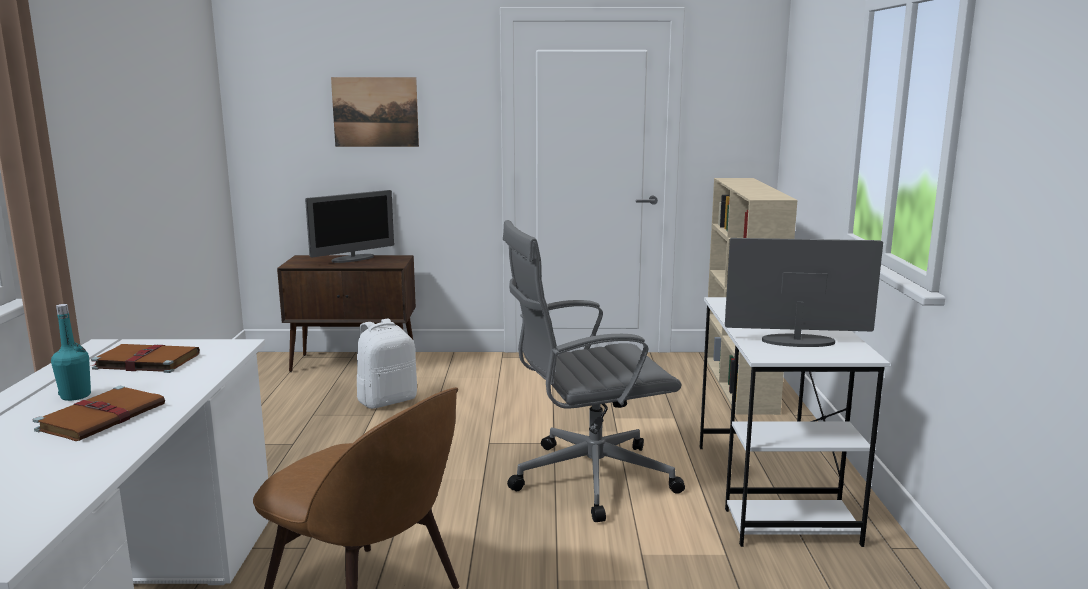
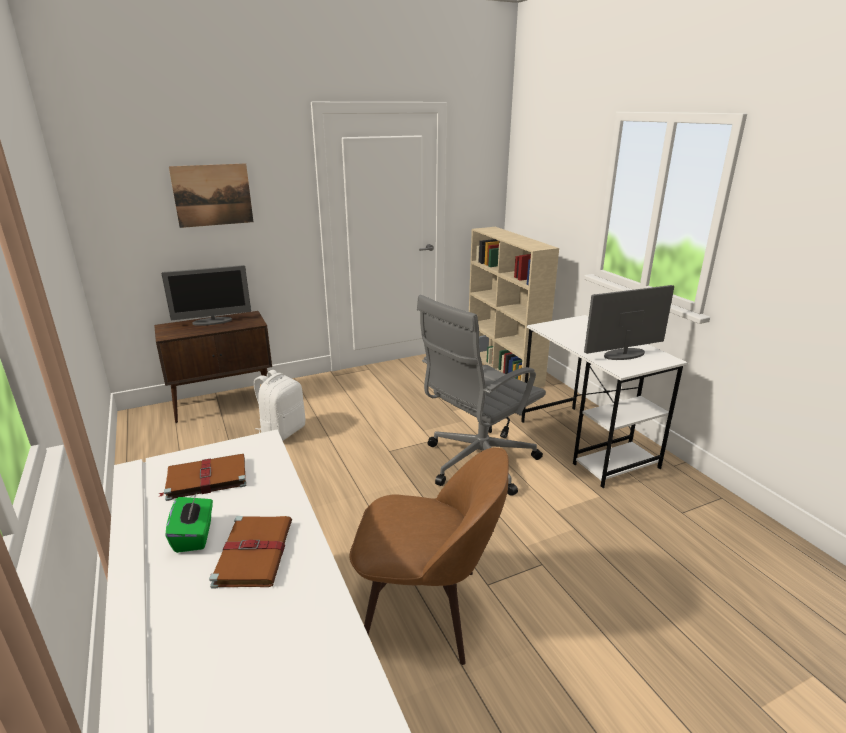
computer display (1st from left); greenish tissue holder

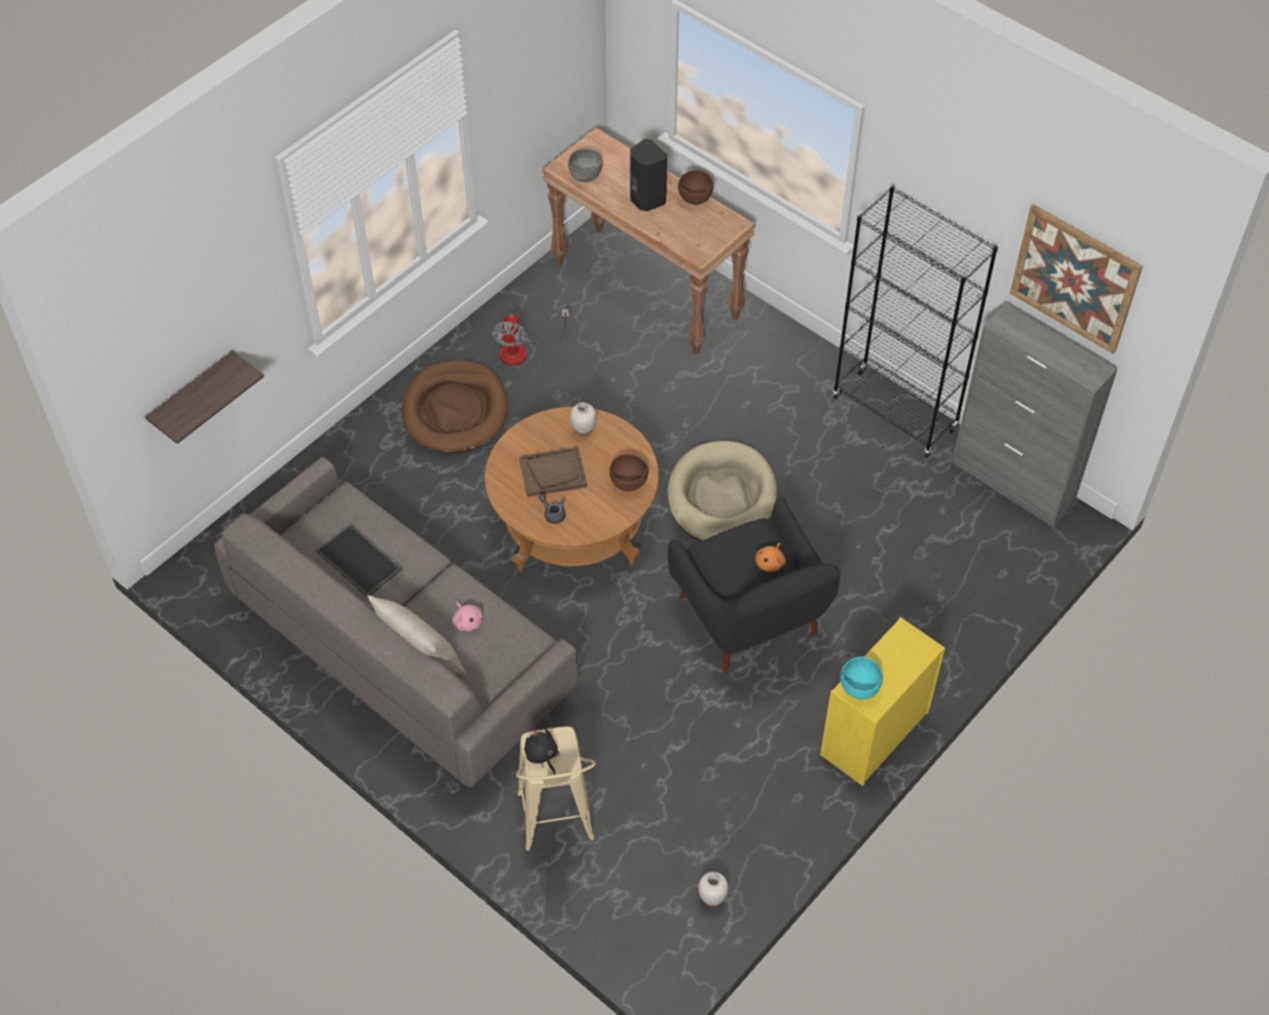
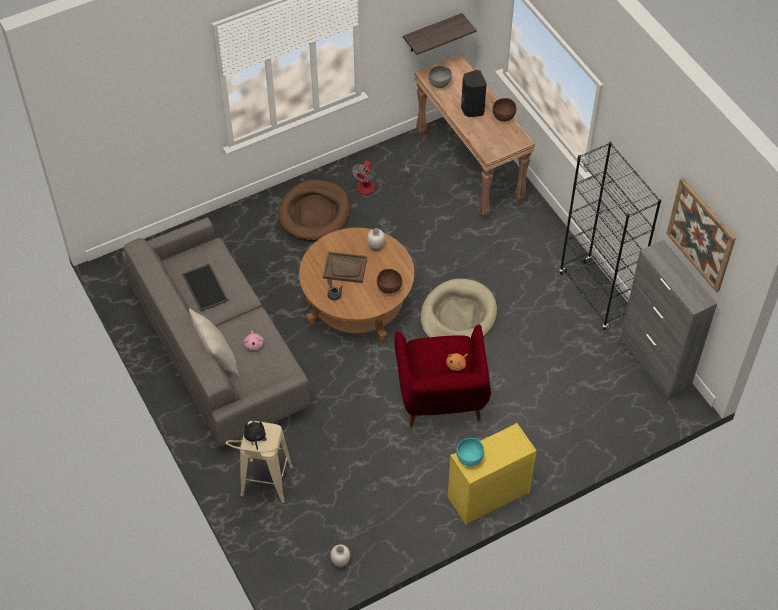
red-coloured armchair; bracket shelf

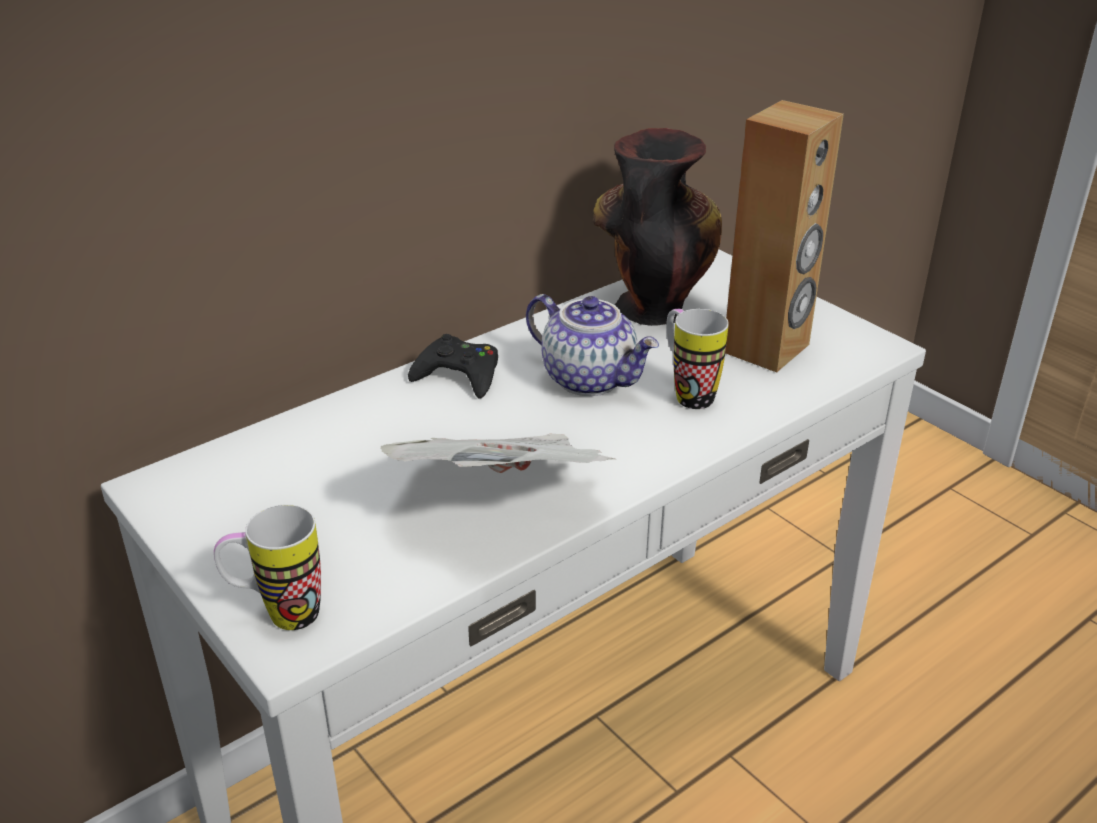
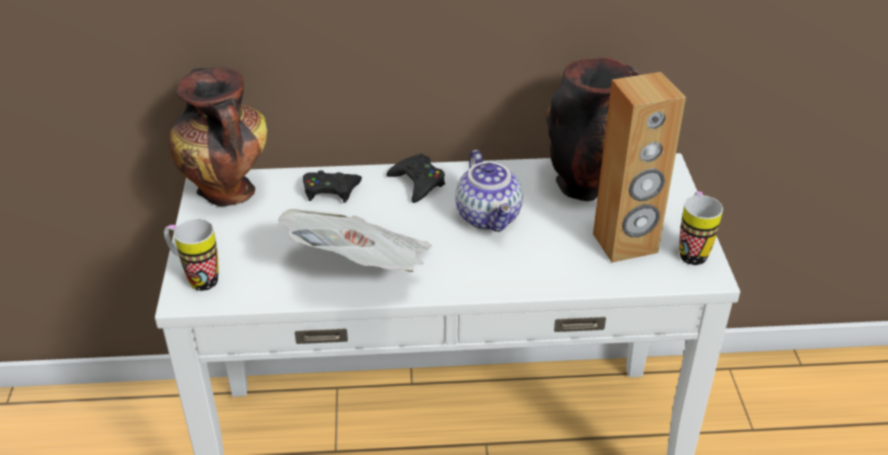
vase (1st from left); black joypad (1st from left); mug (2nd from left)

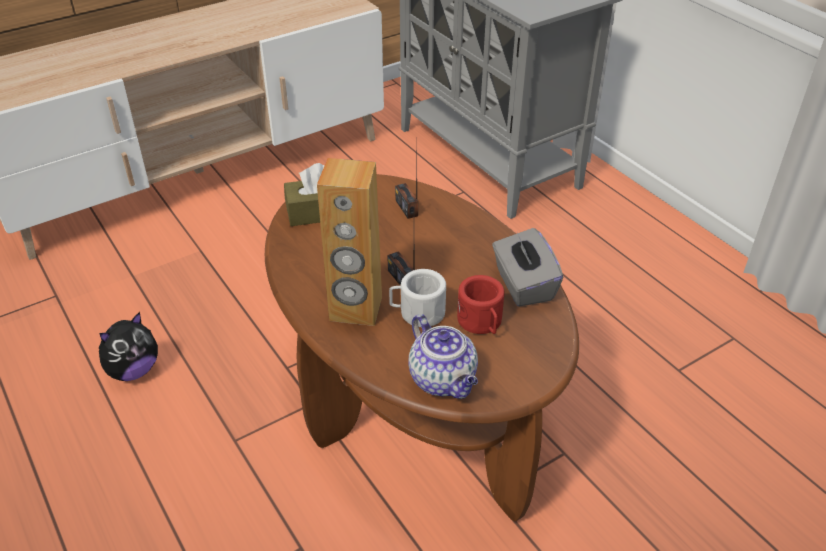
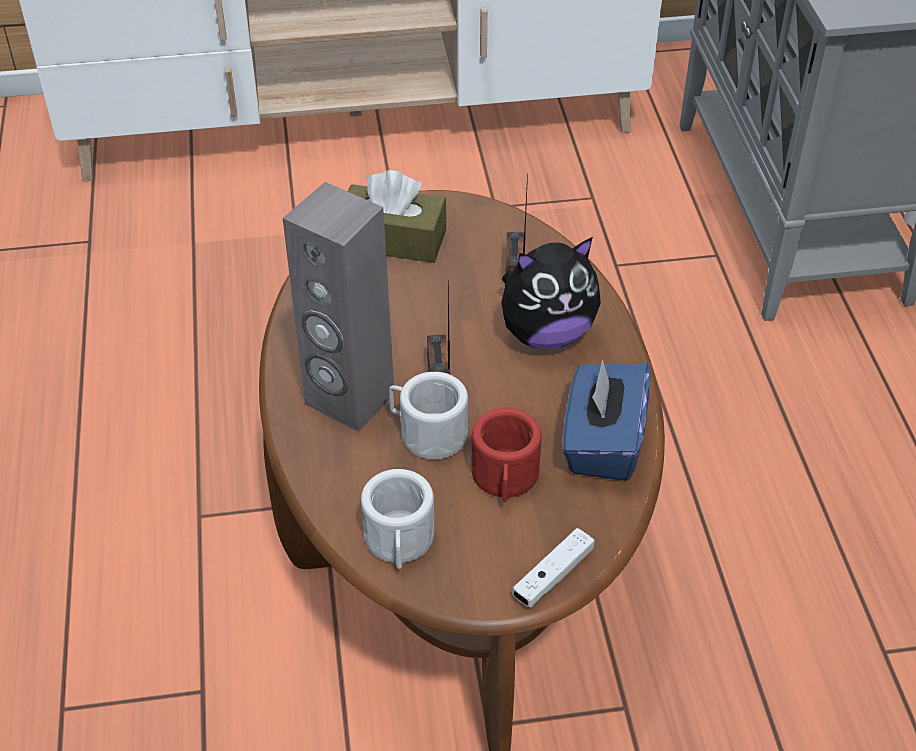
greyish speaker; white mug (1st from left); cuddly toy; white joypad; blue tissue holder

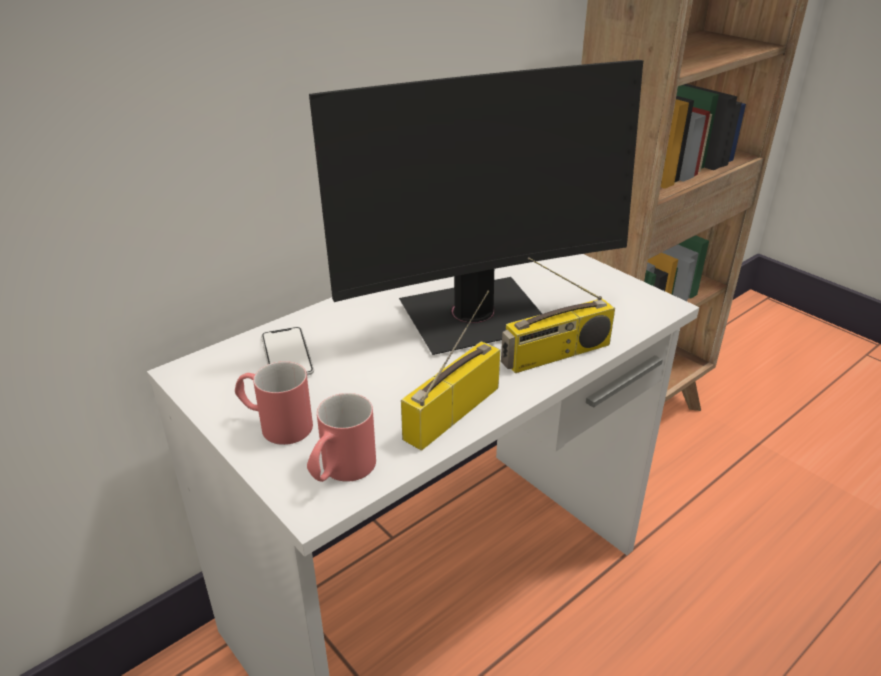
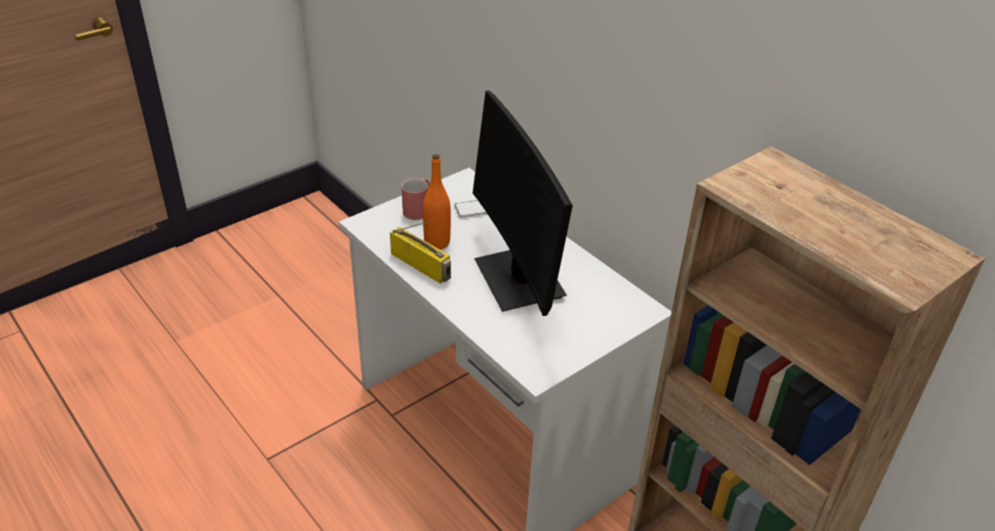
orange-coloured drink bottle; red-coloured mug (2nd from left in the first image); radio set (2nd from left in the first image)

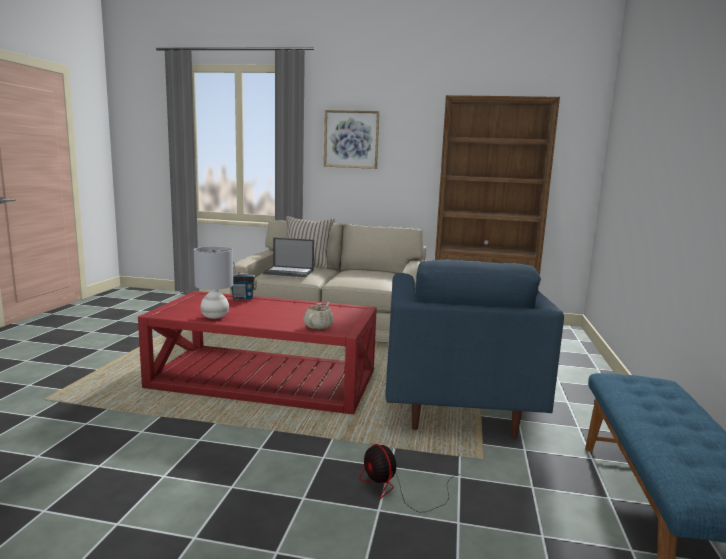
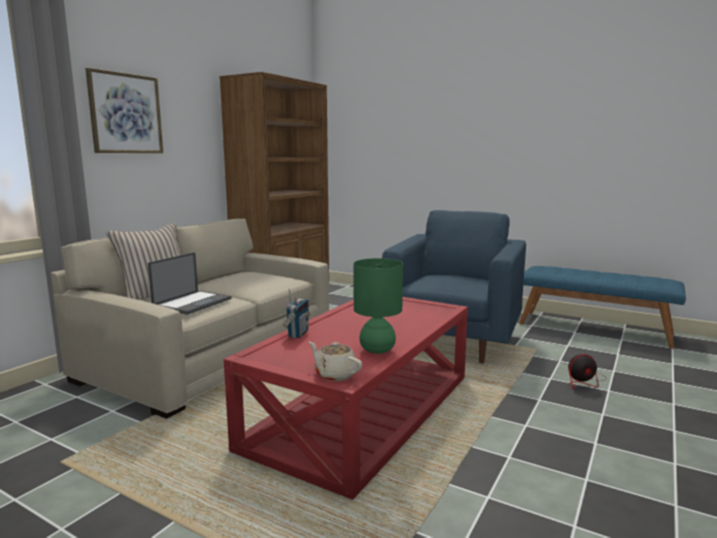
sand-coloured pot for tea; greenish tabletop lamp; blue armchair

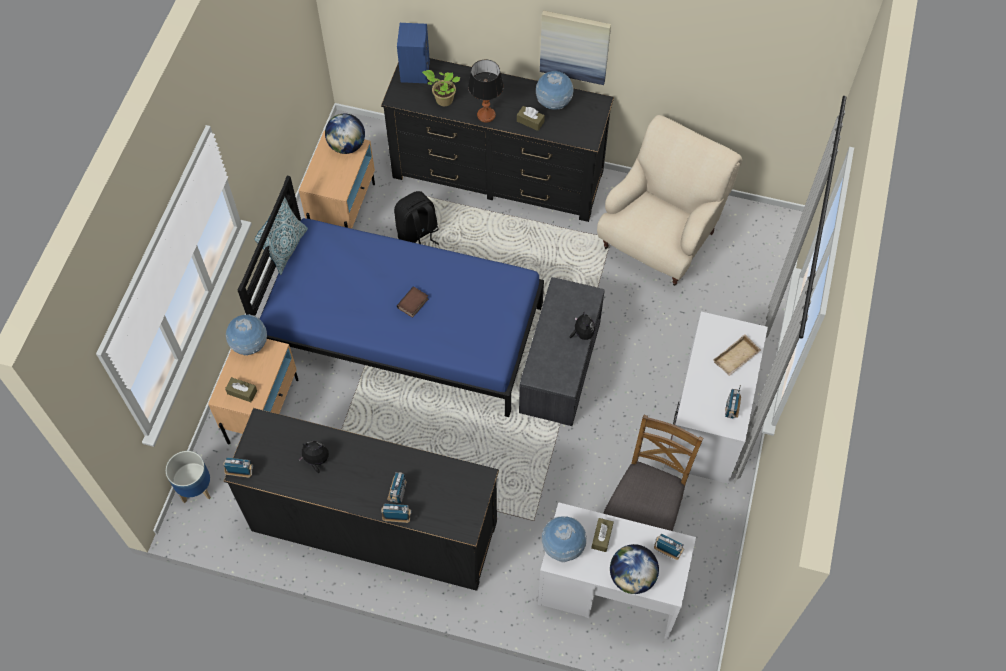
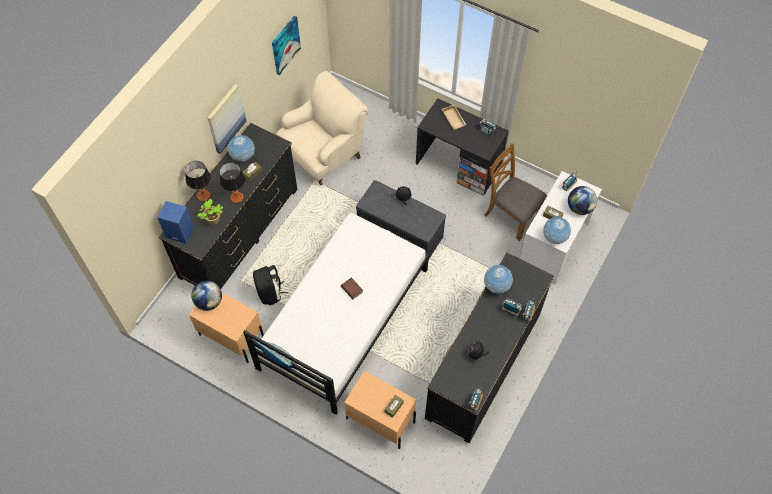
tabletop lamp (1st from left); white sleeping bed; wall art (2nd from left); sand-coloured armchair; black desk table; desk globe (3rd from left); planter

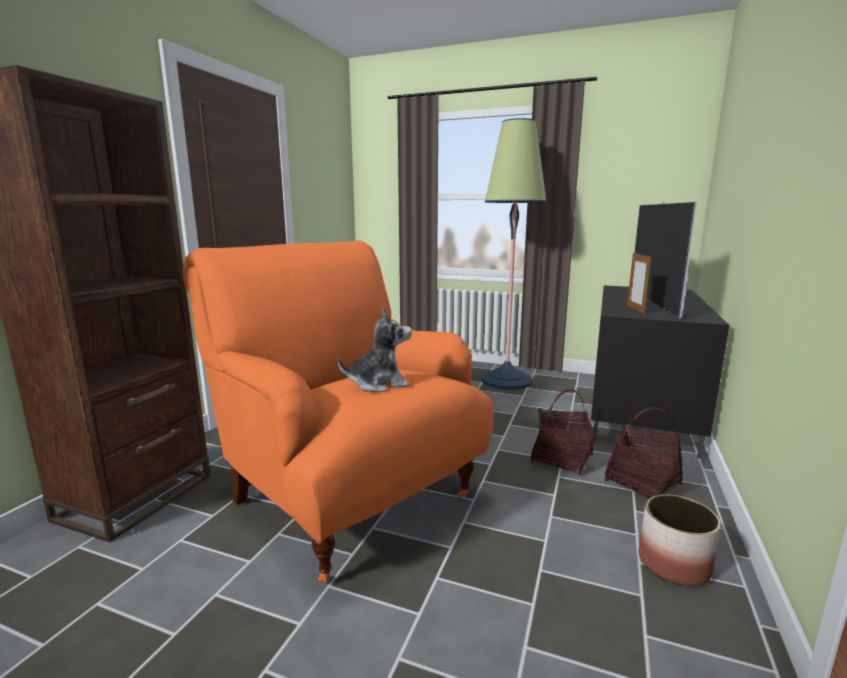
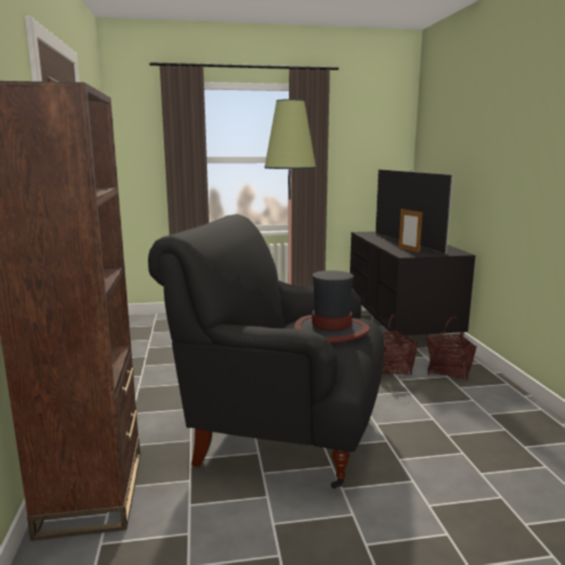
black armchair; wearable hat; planter

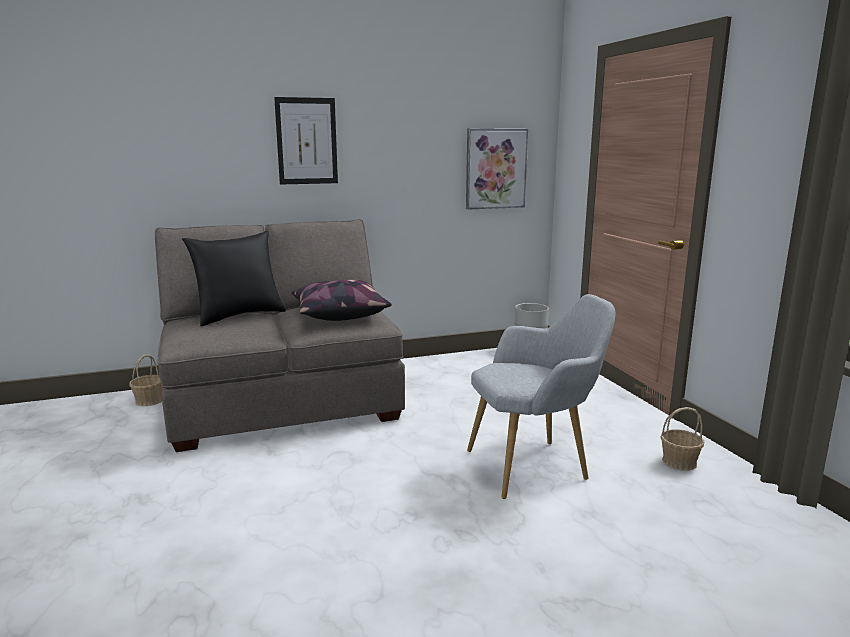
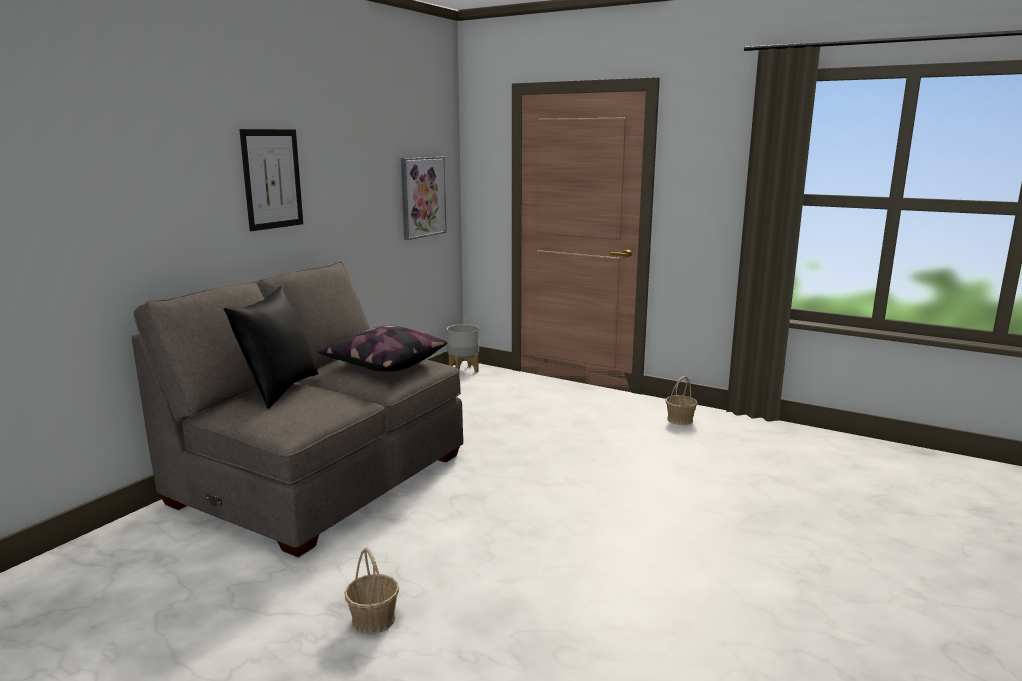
household basket (1st from left); greyish armchair

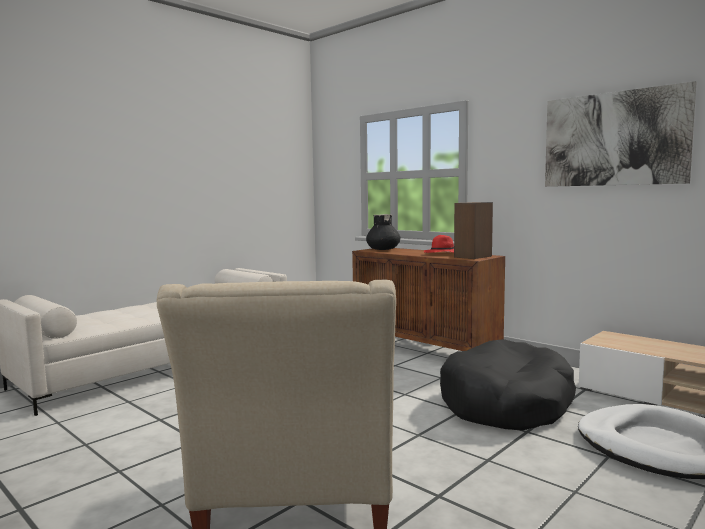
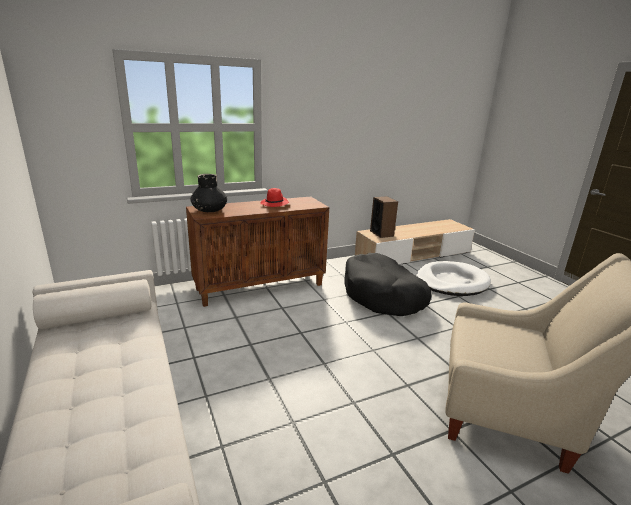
speaker; wall art

